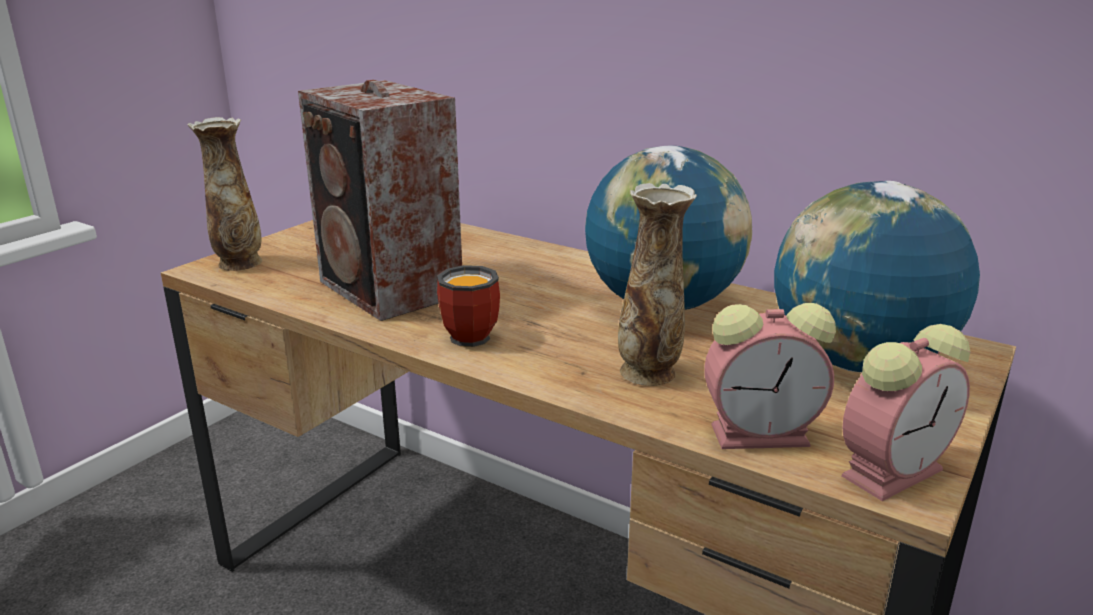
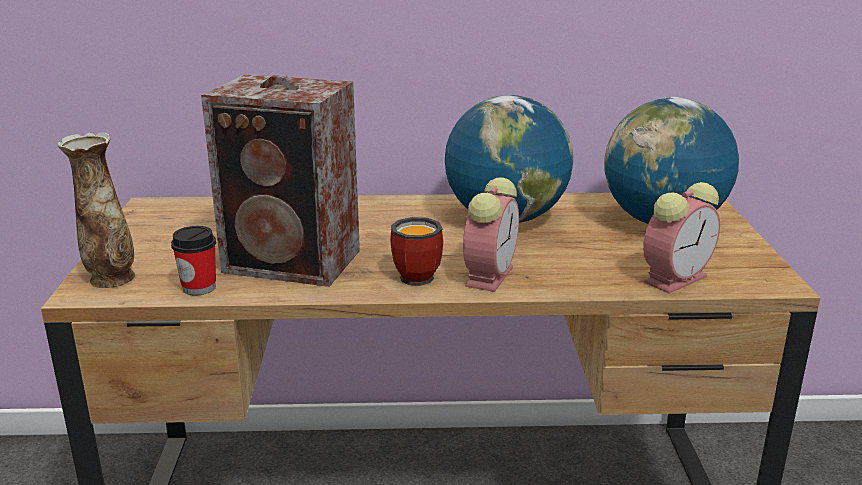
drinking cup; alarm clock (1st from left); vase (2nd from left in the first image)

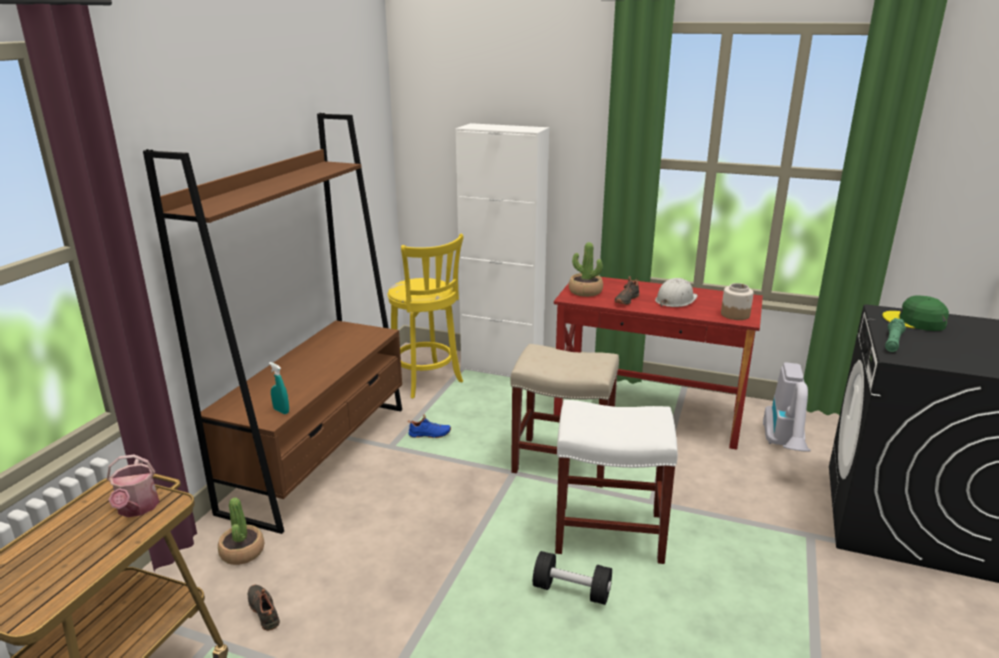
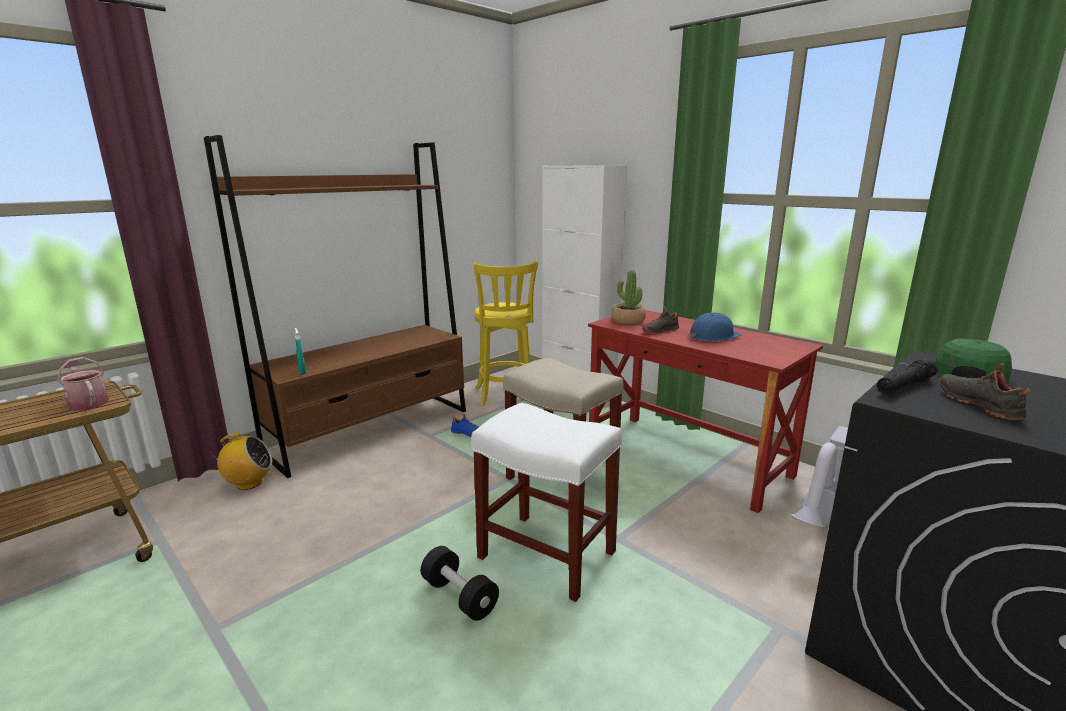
watering can; radio set; blue work helmet; black hand torch; greenish cap; black shoe (2nd from left); preserve jar

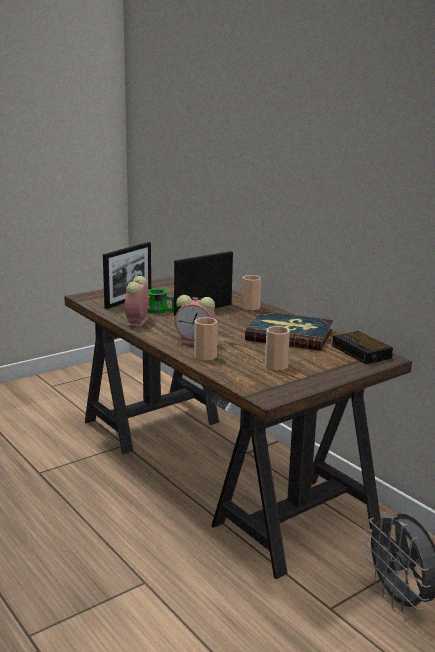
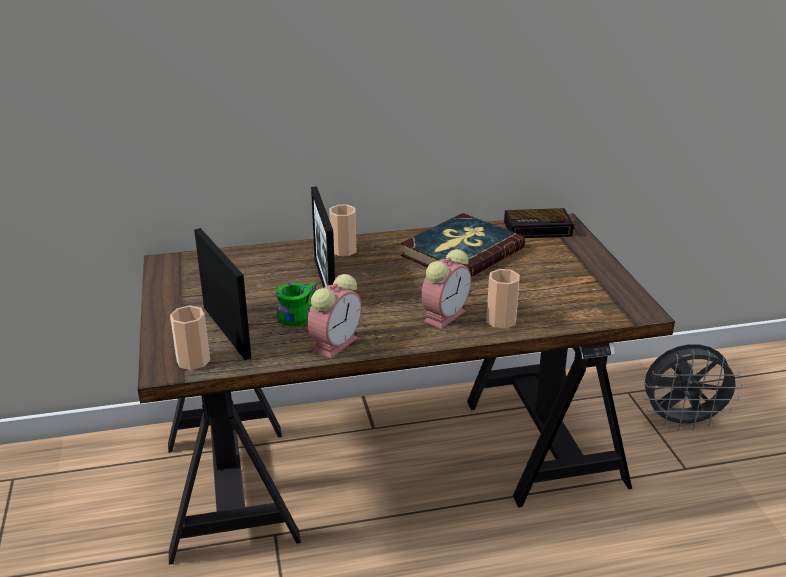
drinking cup (1st from left); alarm clock (1st from left)

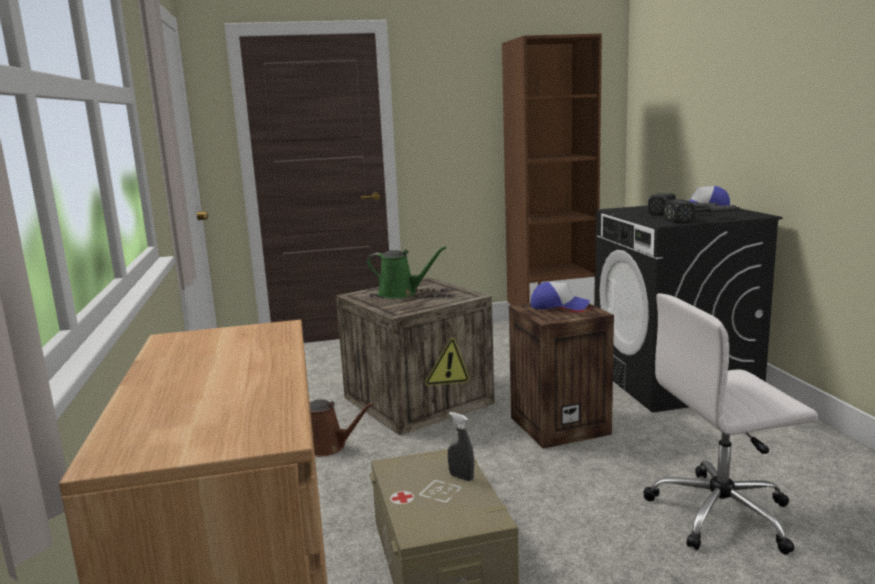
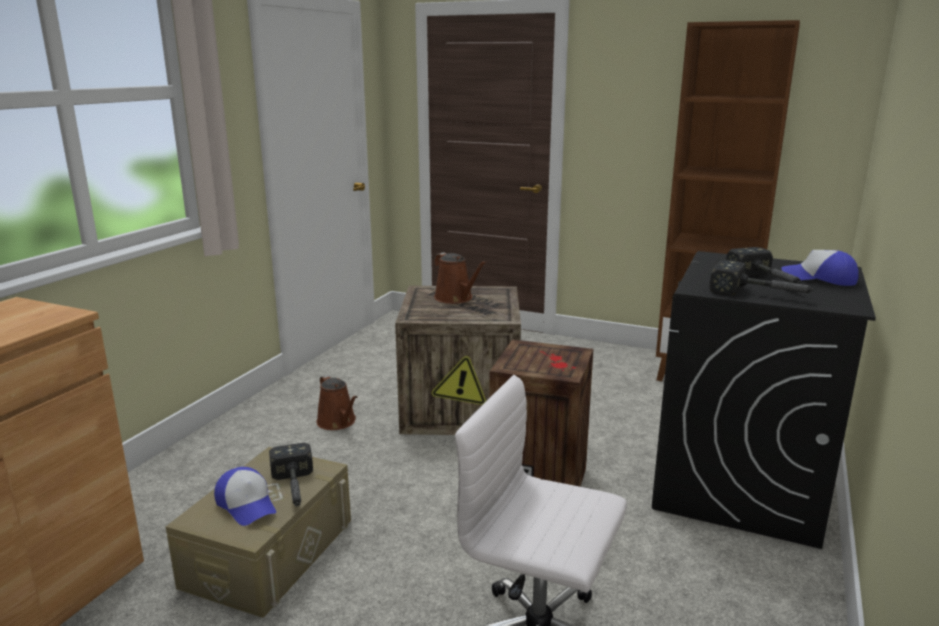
cap (1st from left); hand hammer (1st from left); brown watering can (2nd from left)

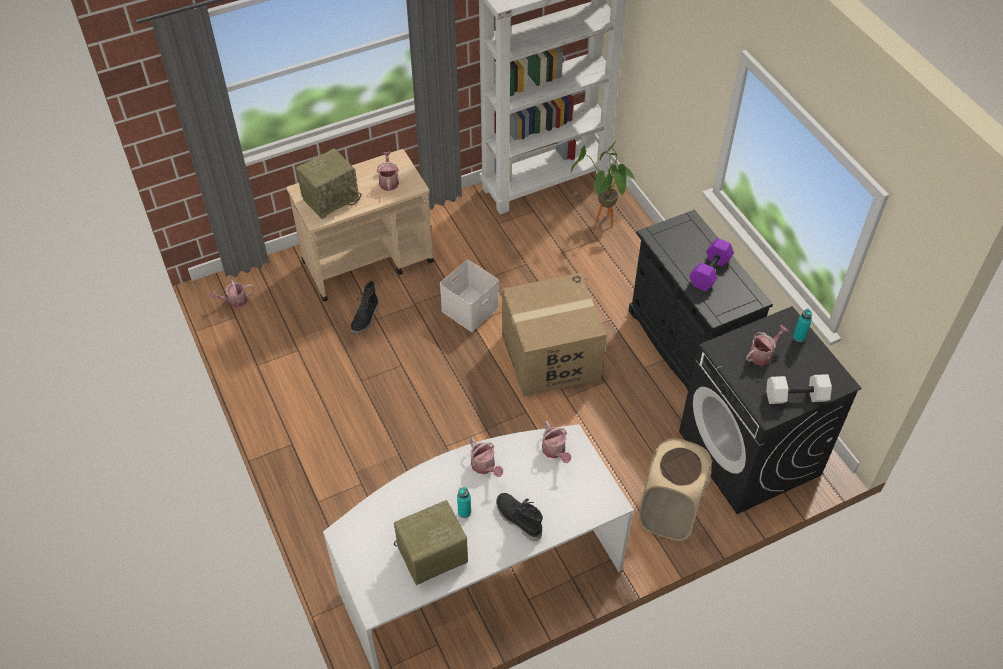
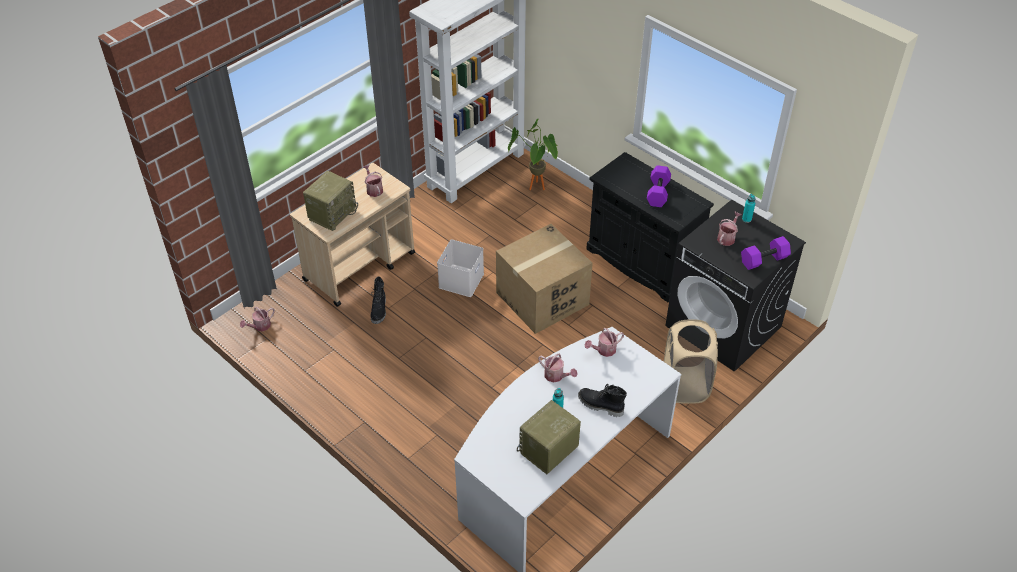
watering can (4th from left); purple-coloured hand weight (2nd from left)

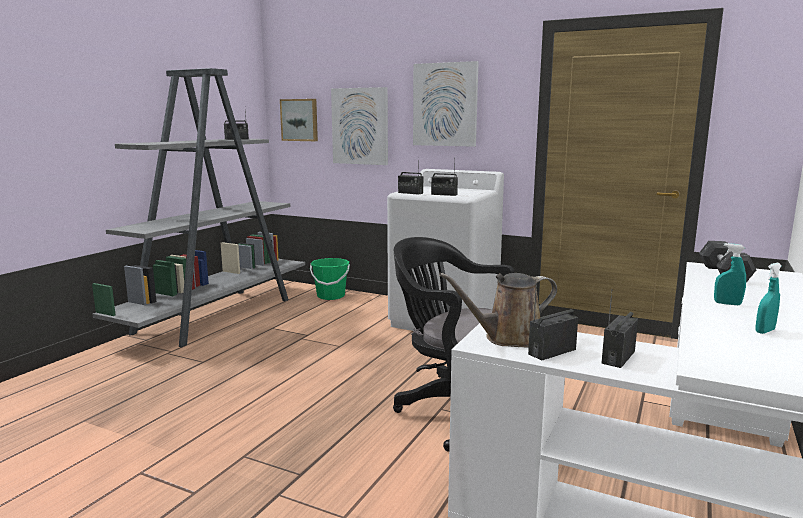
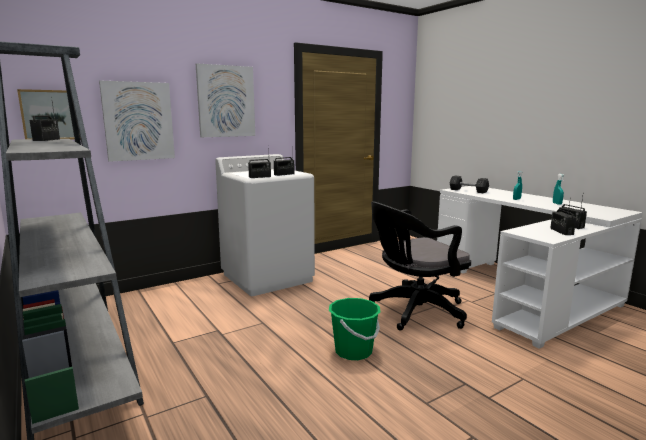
greenish bucket; brown watering can

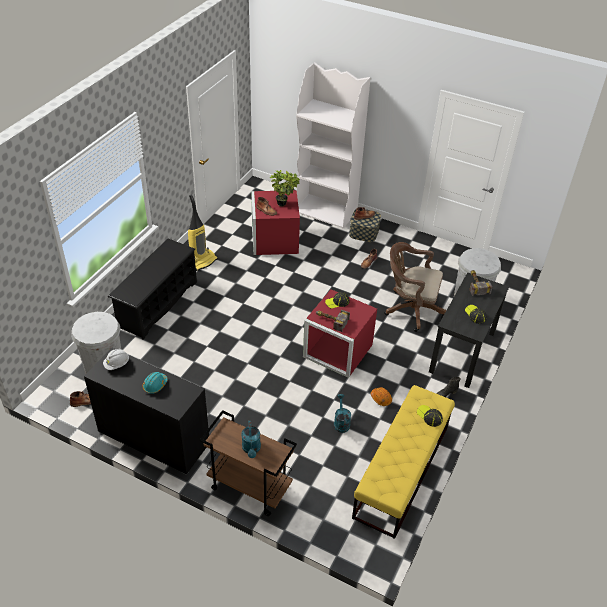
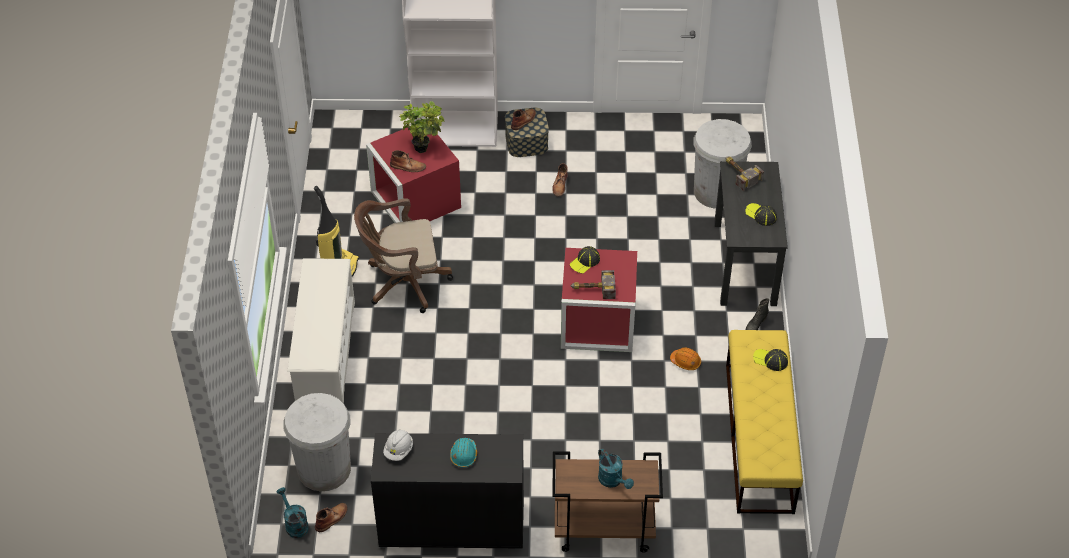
turquoise watering can (1st from left); white shoe shelf; brown office chair

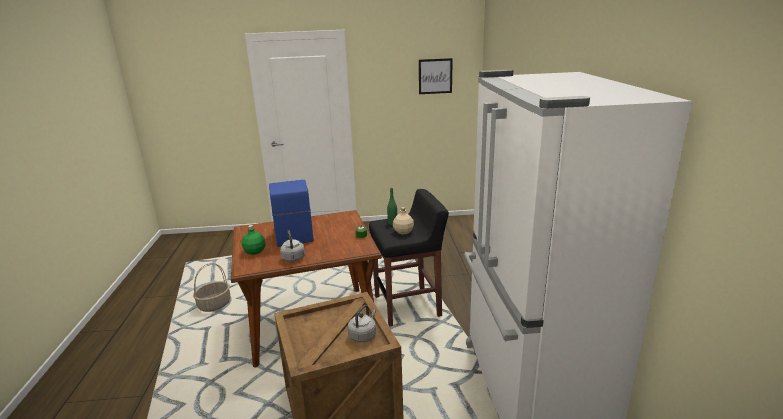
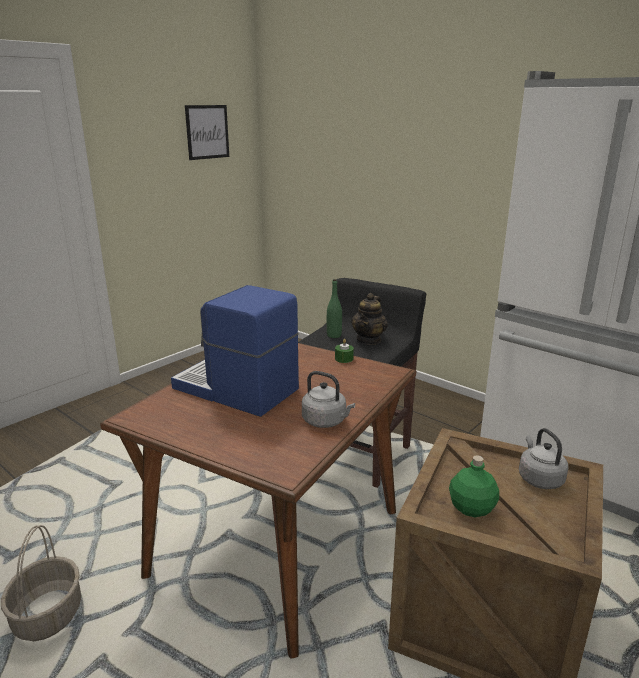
pot for tea; greenish drink bottle (2nd from left)

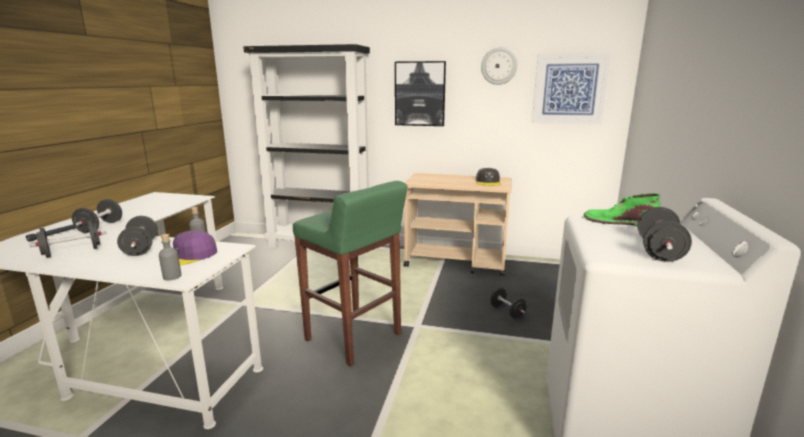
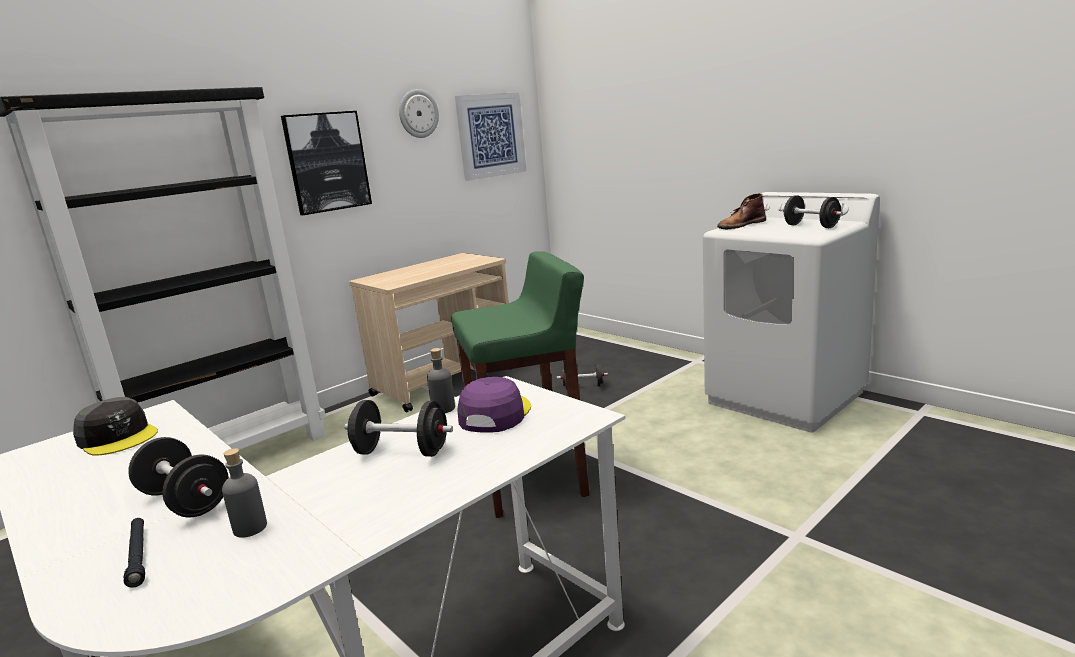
greyish cap; greyish drink bottle (1st from left); purple-coloured cap; brown tall boot; black hand weight (1st from left in the first image)

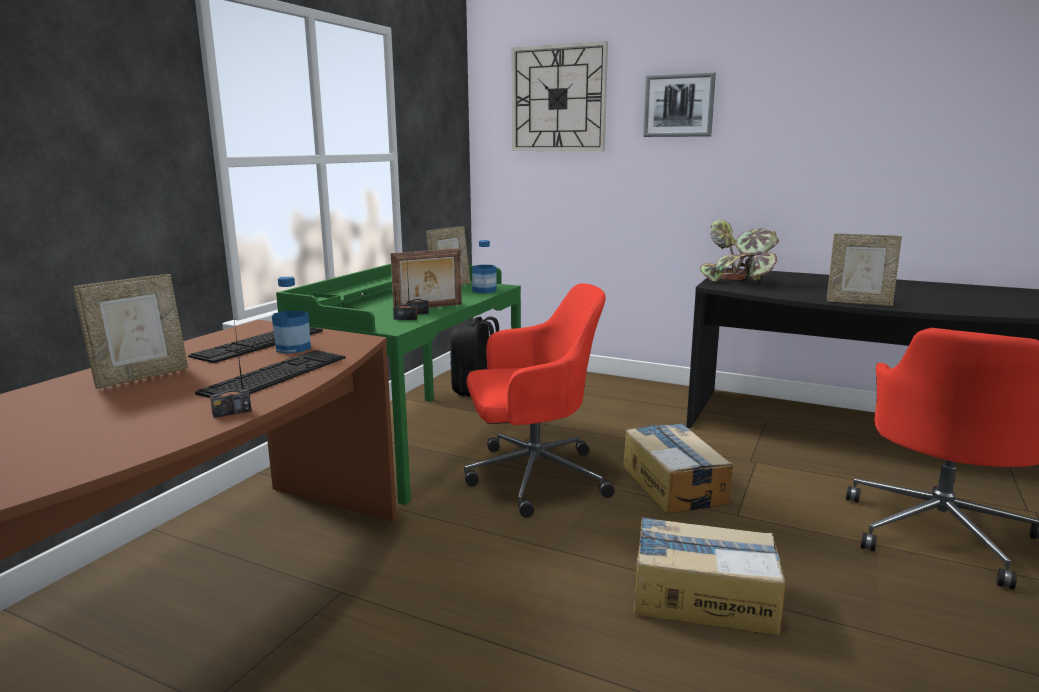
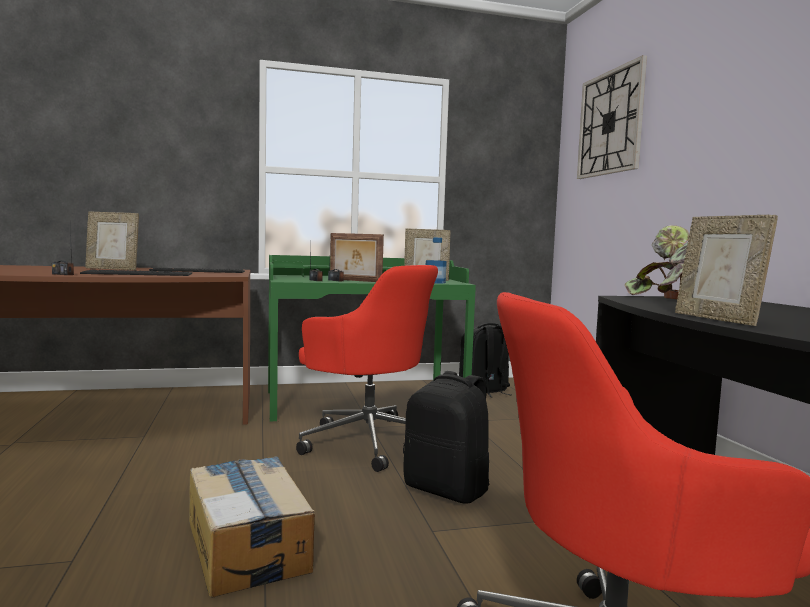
black backpack (1st from left); drink bottle (1st from left in the first image); wall art

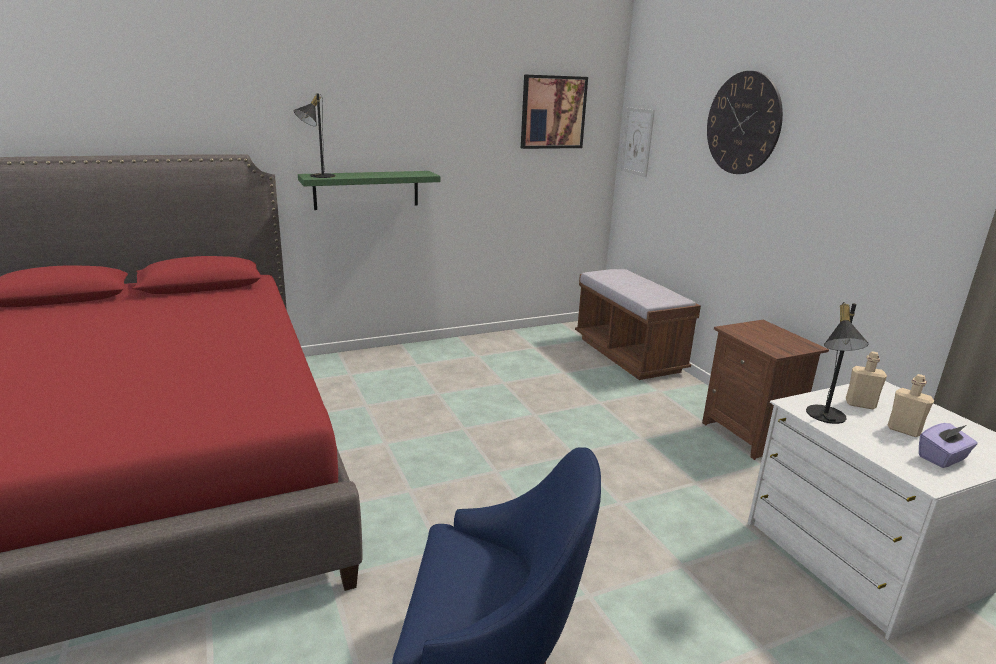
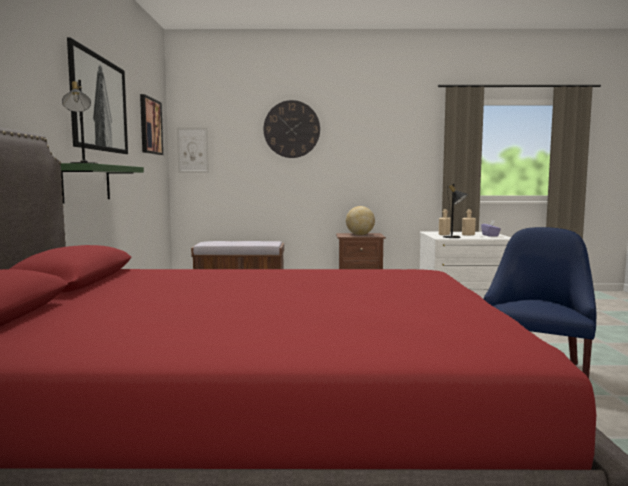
wall art (1st from left); desk globe

